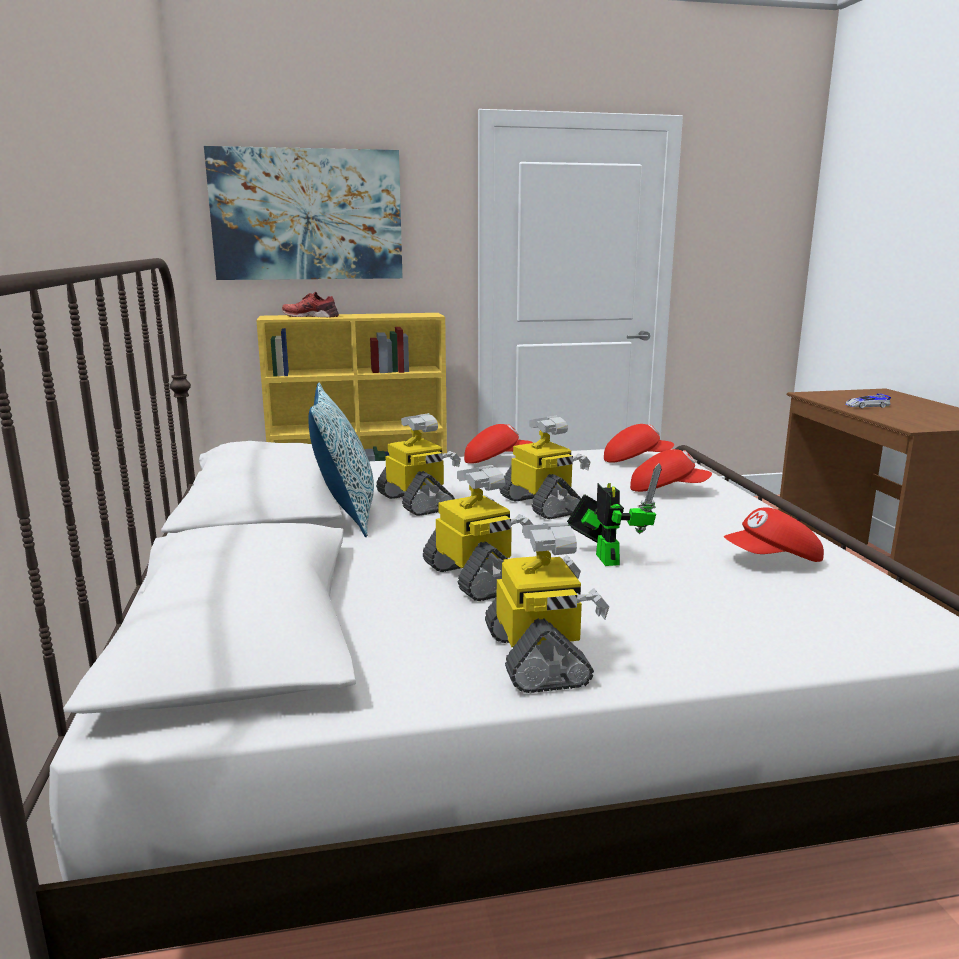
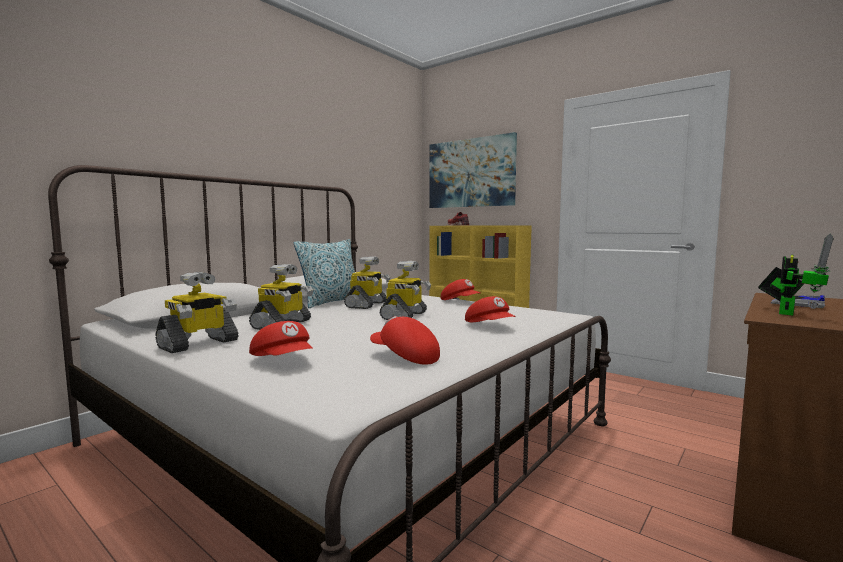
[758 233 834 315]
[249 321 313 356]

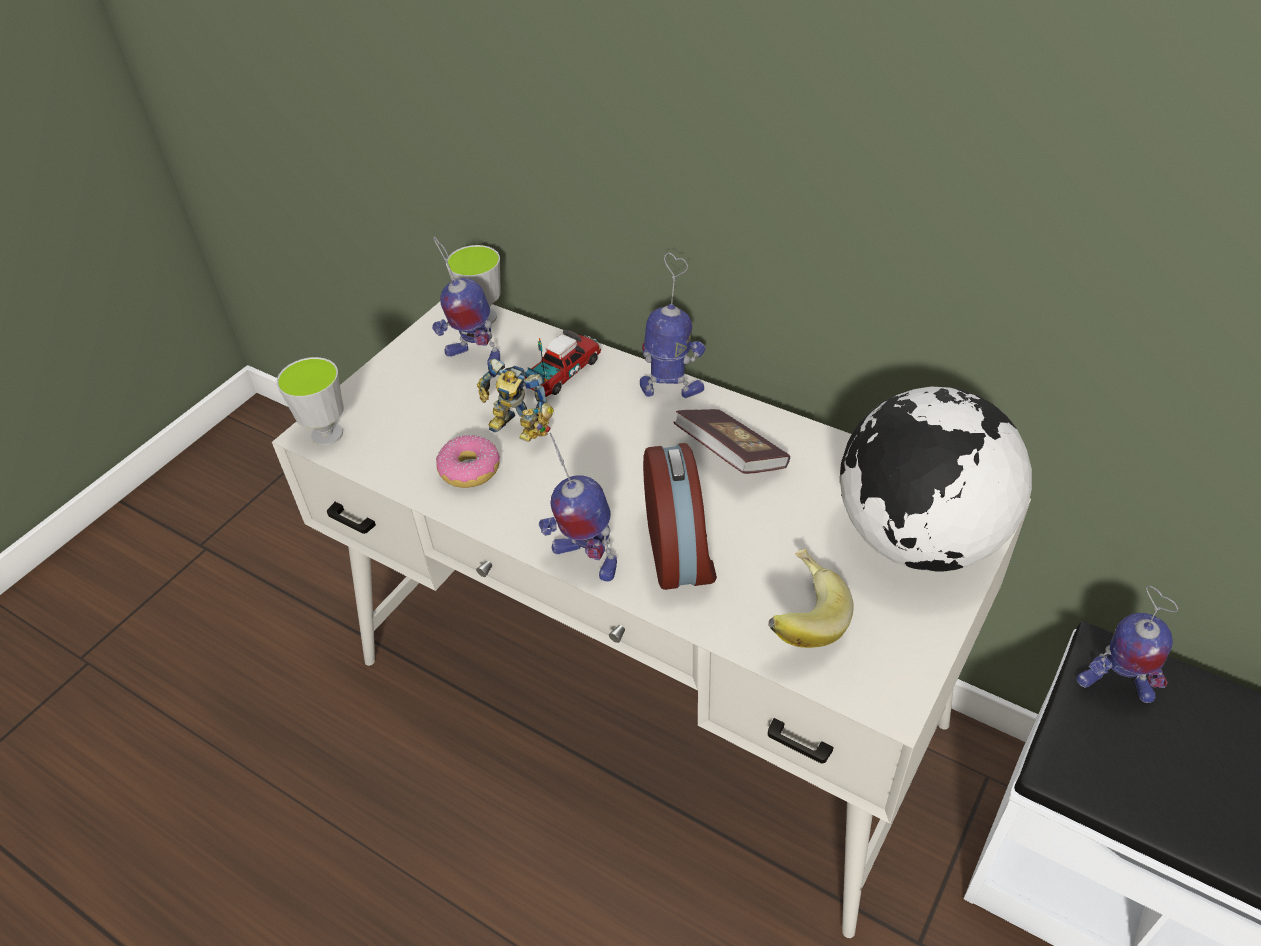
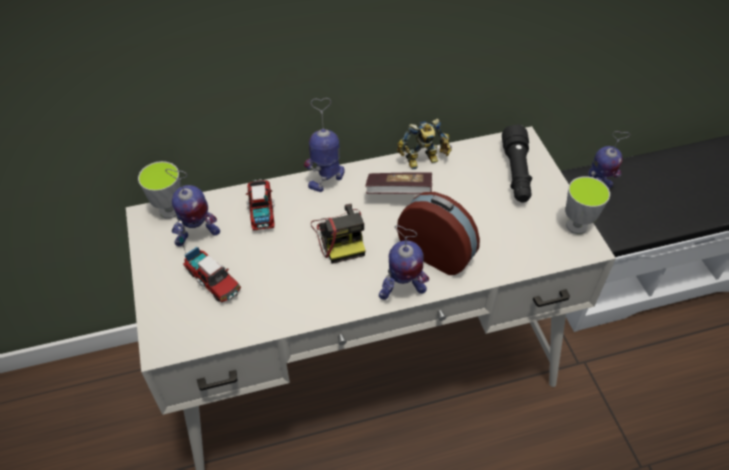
[565 176 610 234]
[436 435 500 488] (first image)
[397 118 452 169]
[768 549 854 648] (first image)
[502 124 532 202]
[179 235 241 303]
[311 204 366 264]

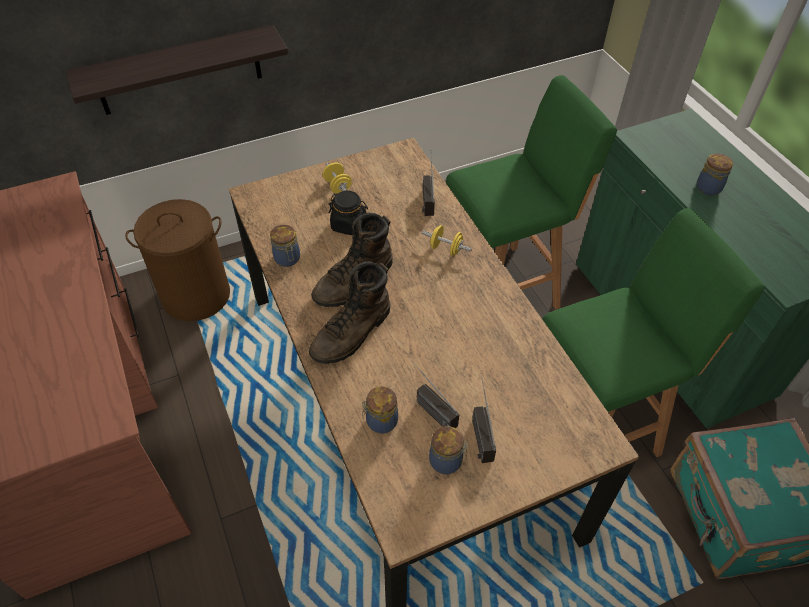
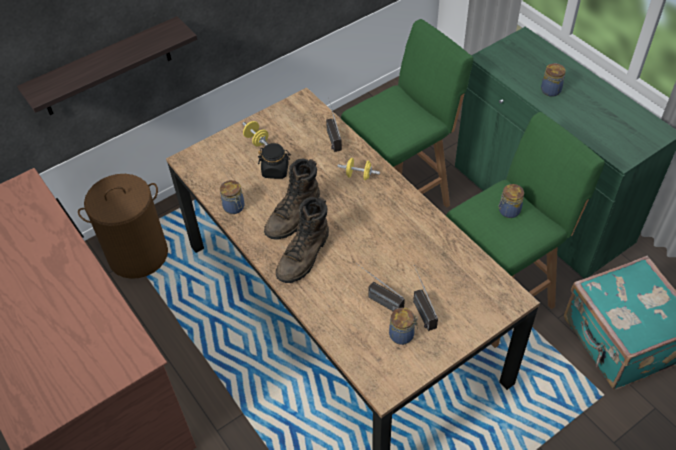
[498 184 524 218]

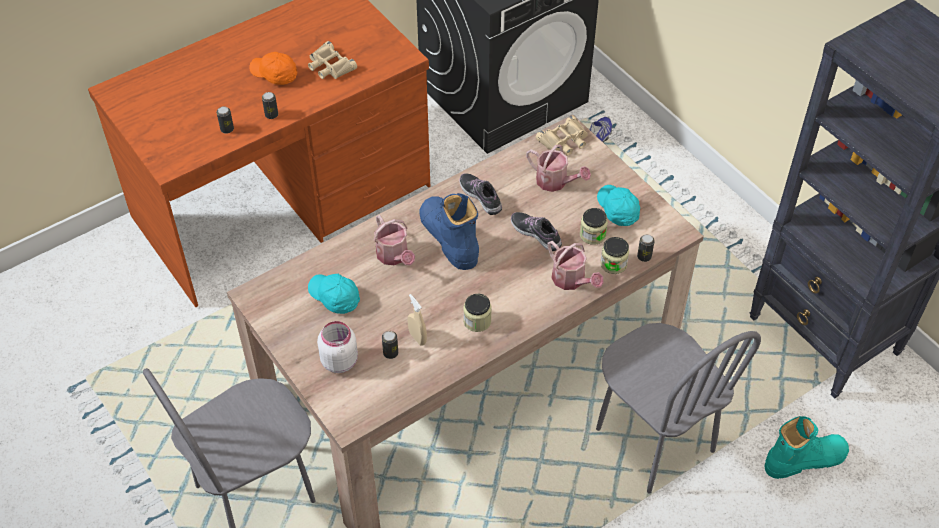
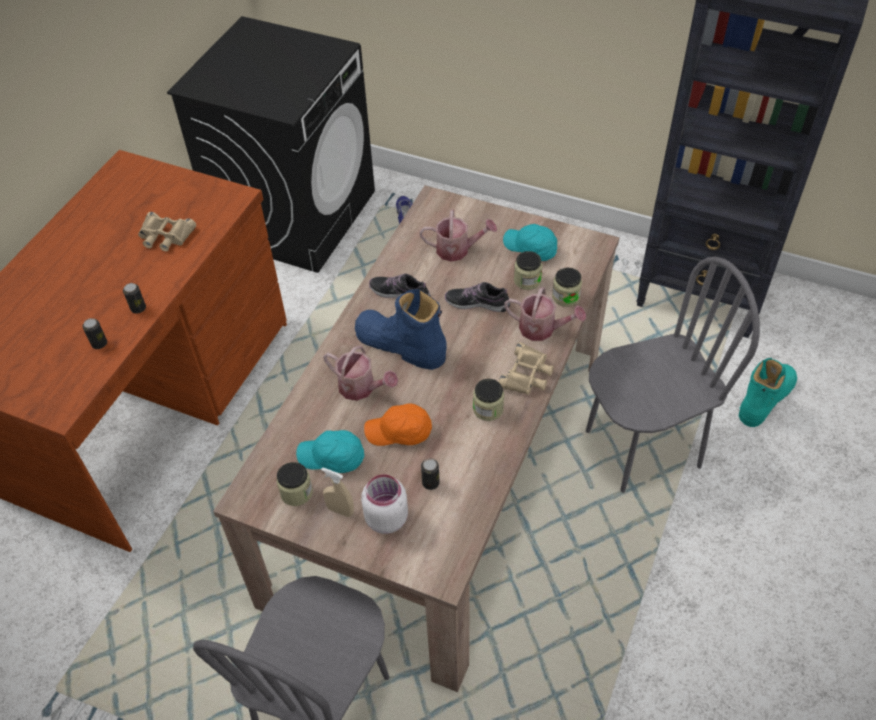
[364 403 432 446]
[321 467 354 517]
[499 342 554 395]
[586 257 760 493]
[637 234 655 262] (first image)
[277 462 313 506]

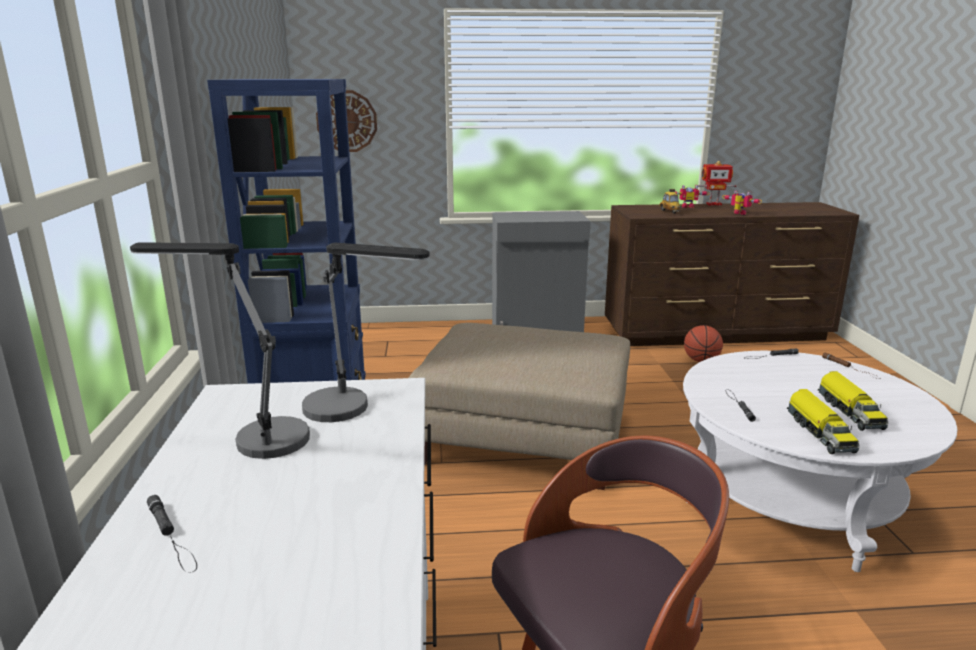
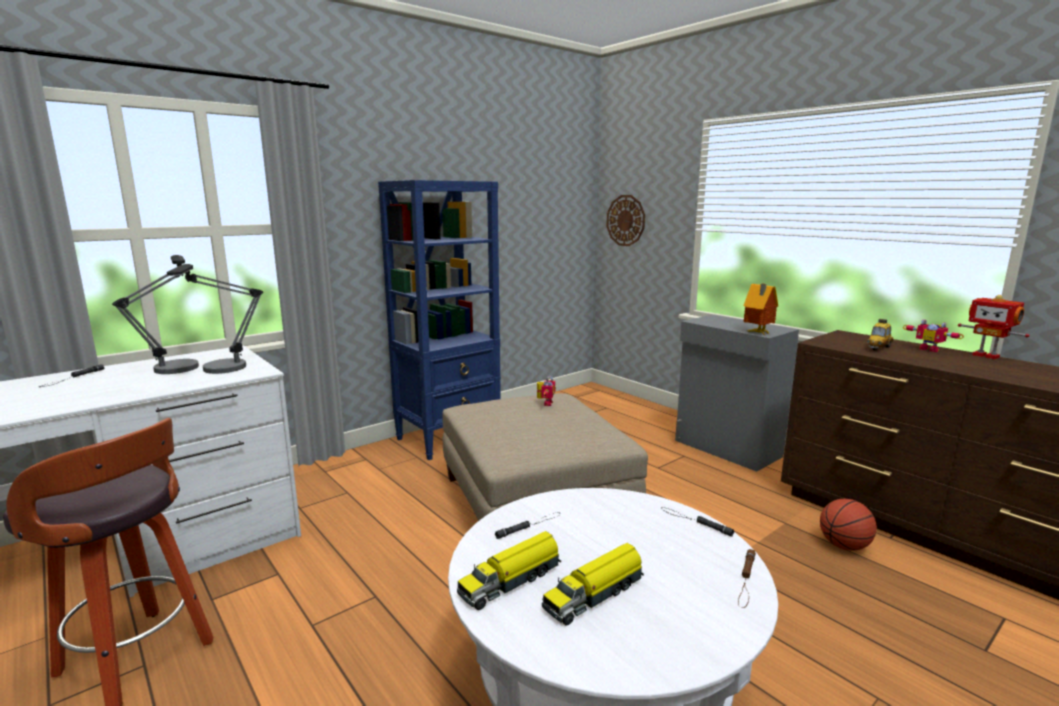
[537 376 556 406]
[743 284 778 335]

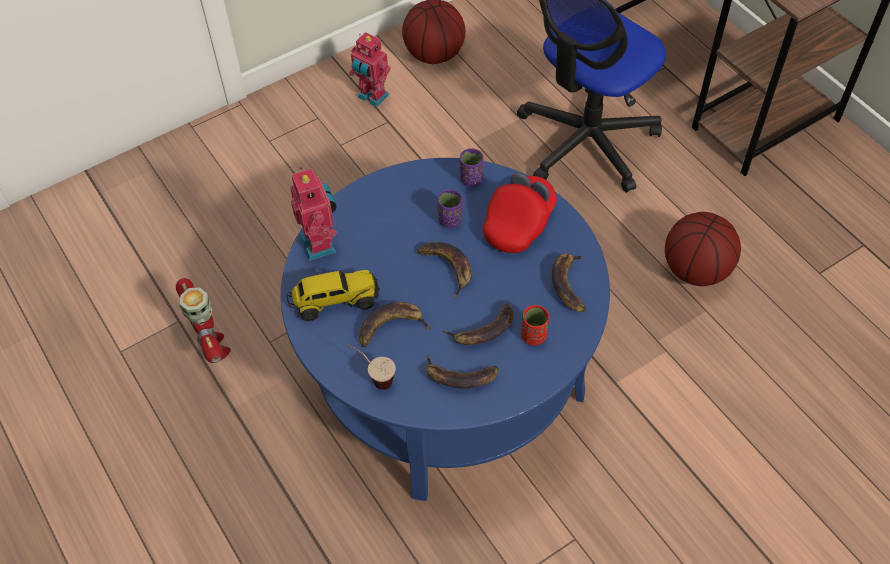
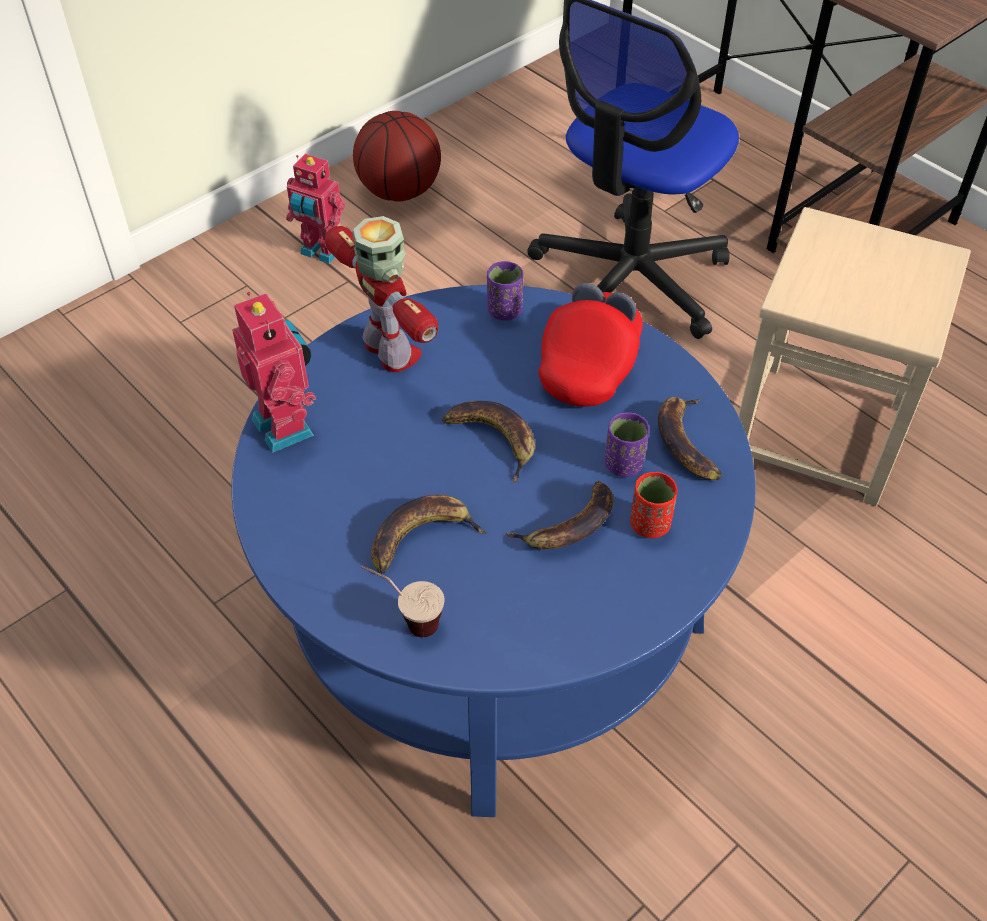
[325 216 438 372]
[286 270 380 321] (first image)
[426 354 498 389] (first image)
[605 412 650 477]
[738 207 971 506]

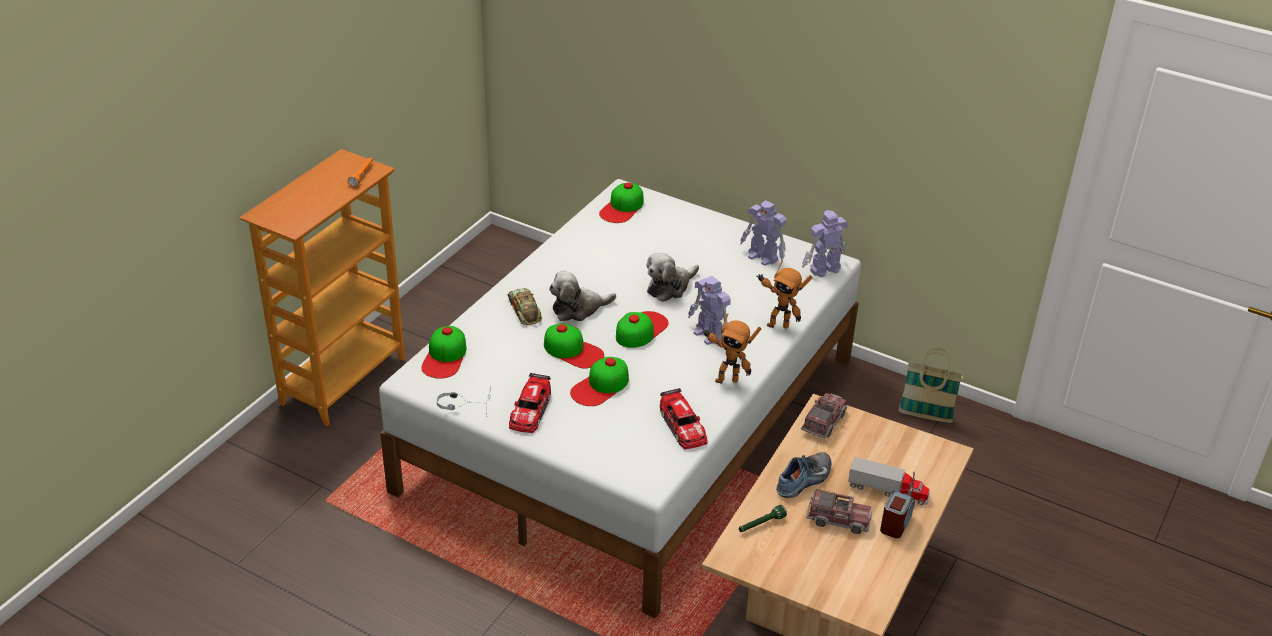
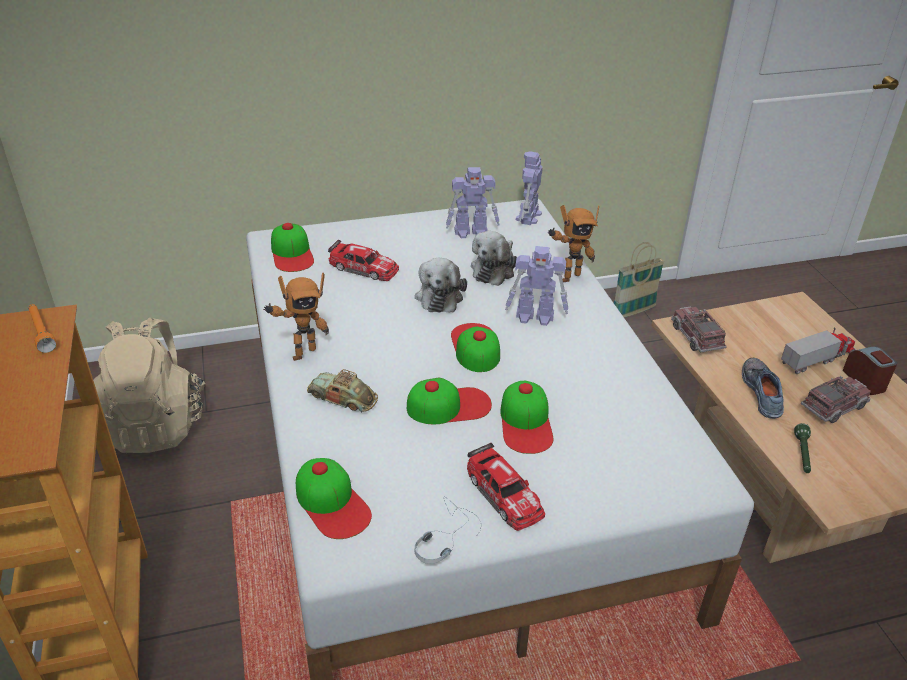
[471 231 517 286]
[328 239 399 281]
[263 273 329 361]
[93 318 205 453]

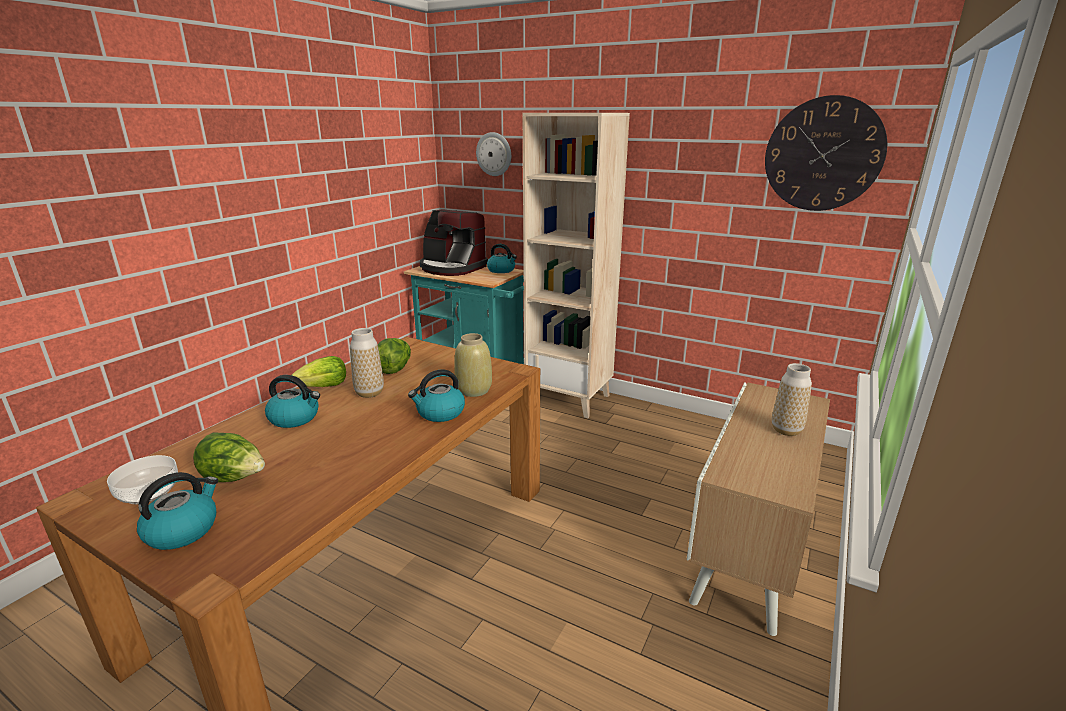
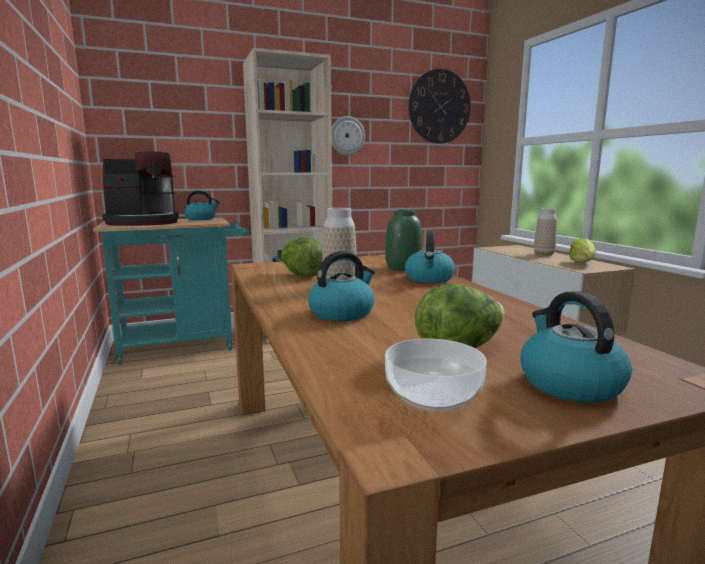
[569 238 596 263]
[385 210 422 271]
[332 116 365 155]

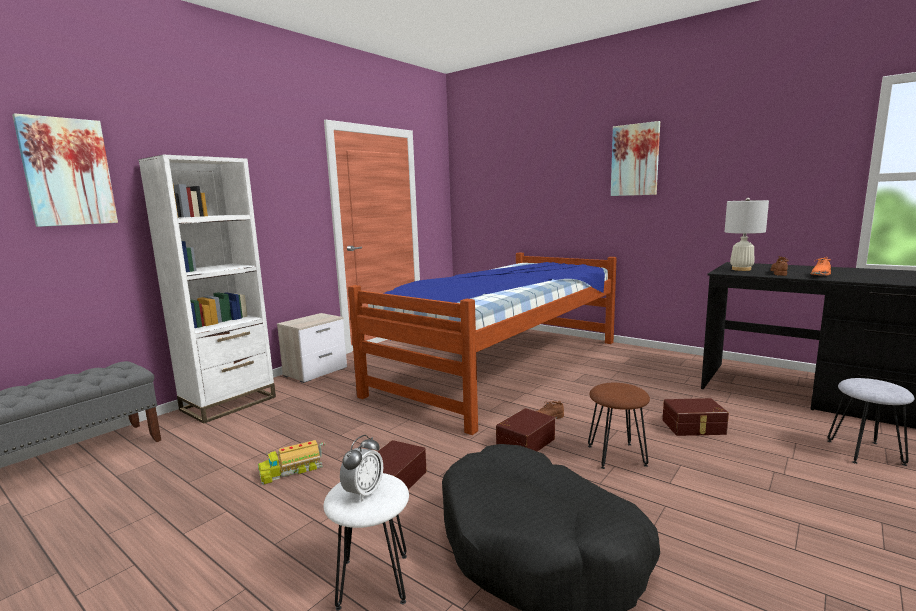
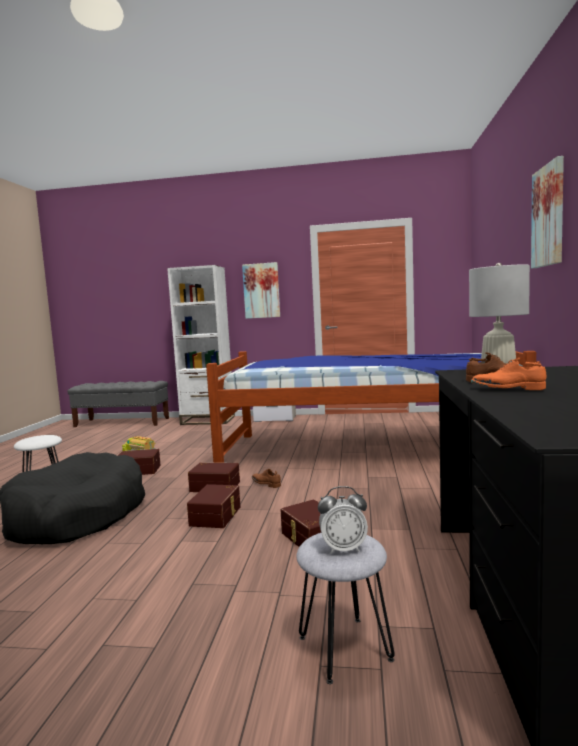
[242 262 280 319]
[318 486 368 554]
[187 484 240 528]

